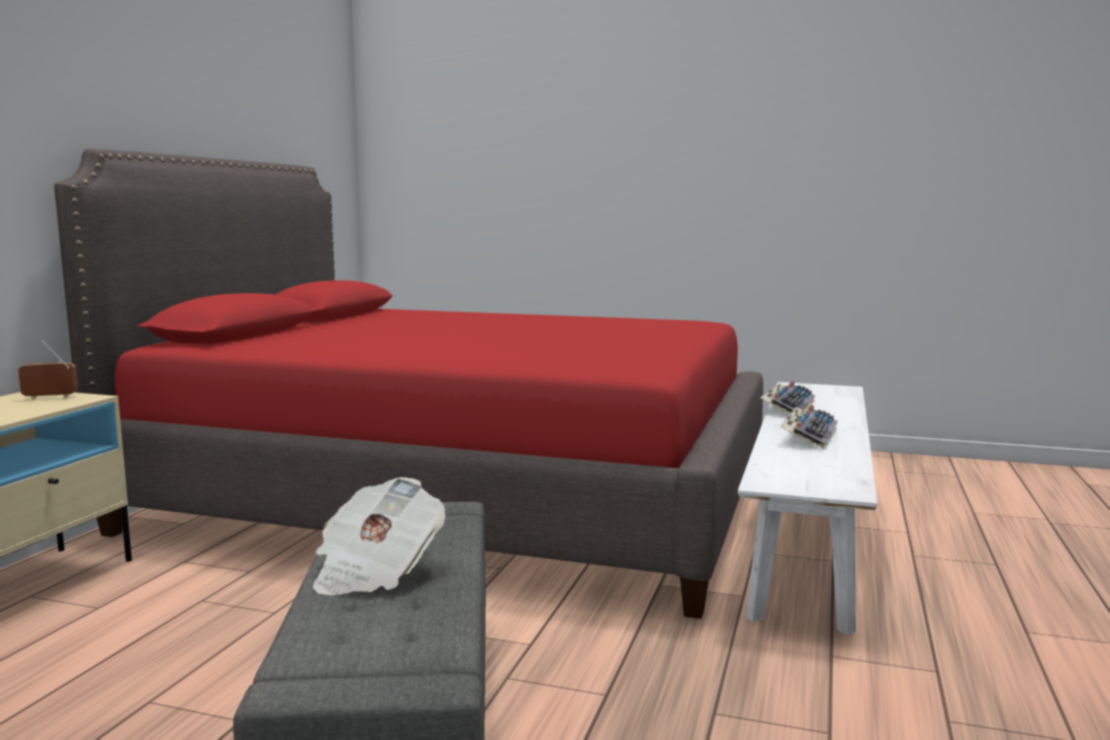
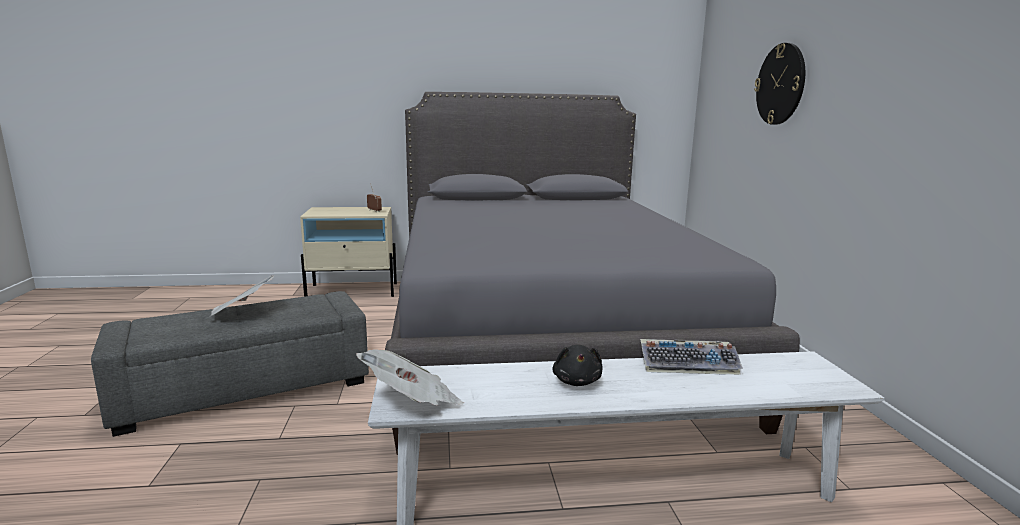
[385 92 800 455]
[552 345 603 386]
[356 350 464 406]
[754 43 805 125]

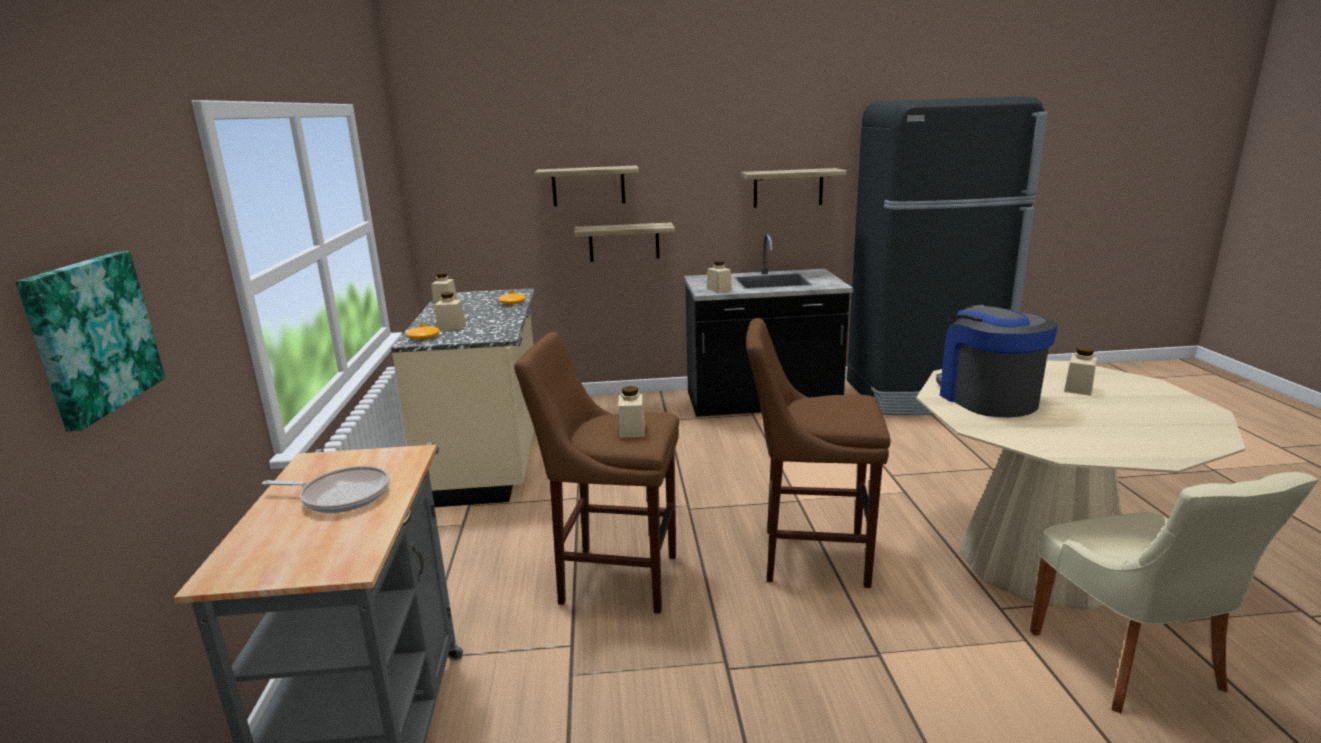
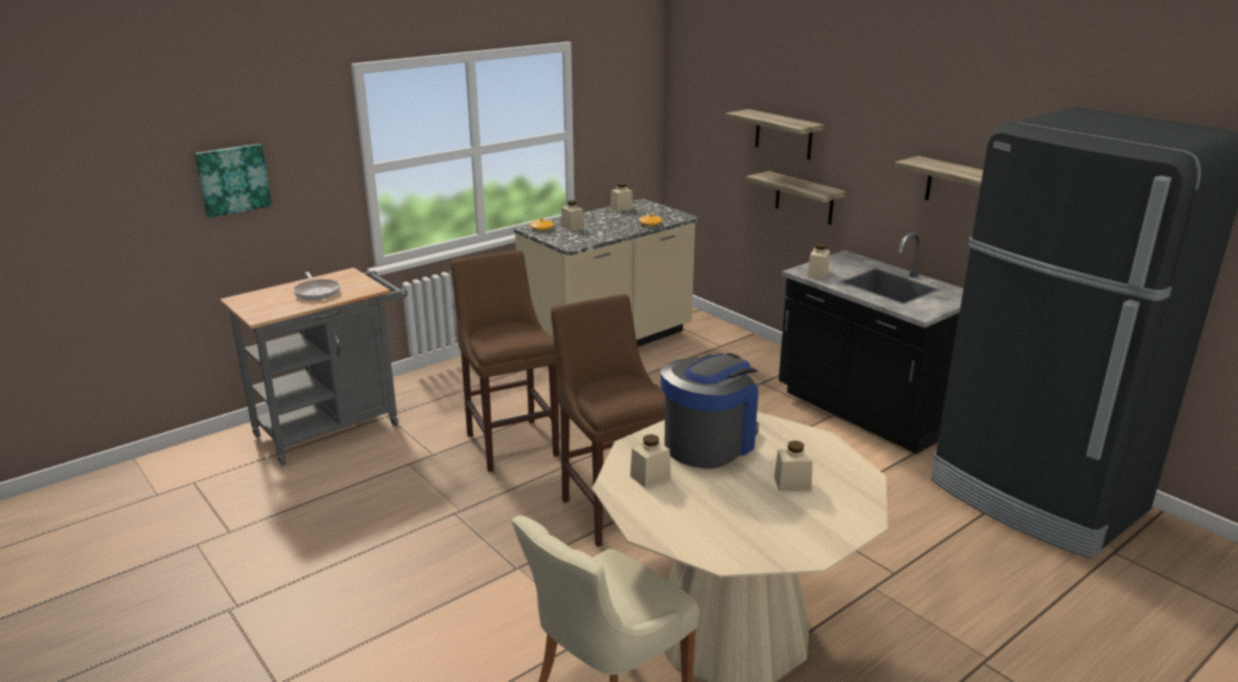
[630 434 671 488]

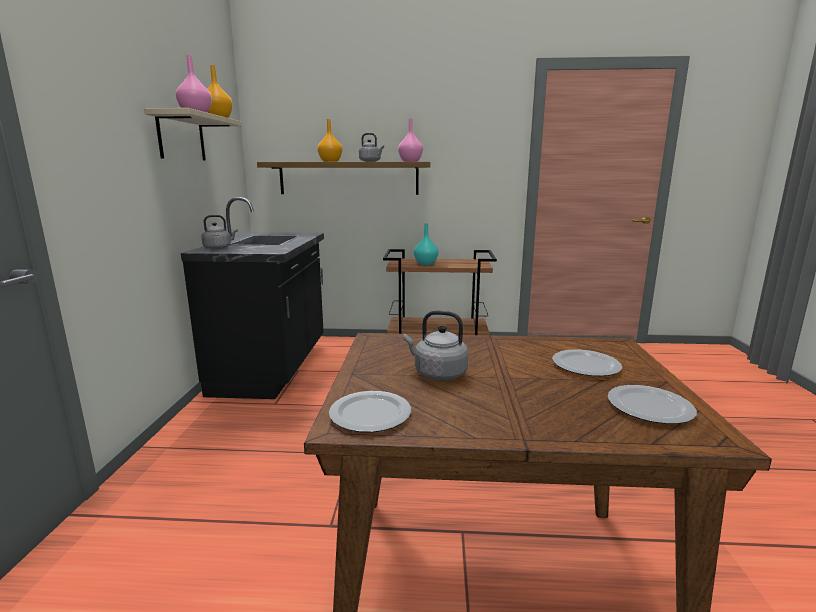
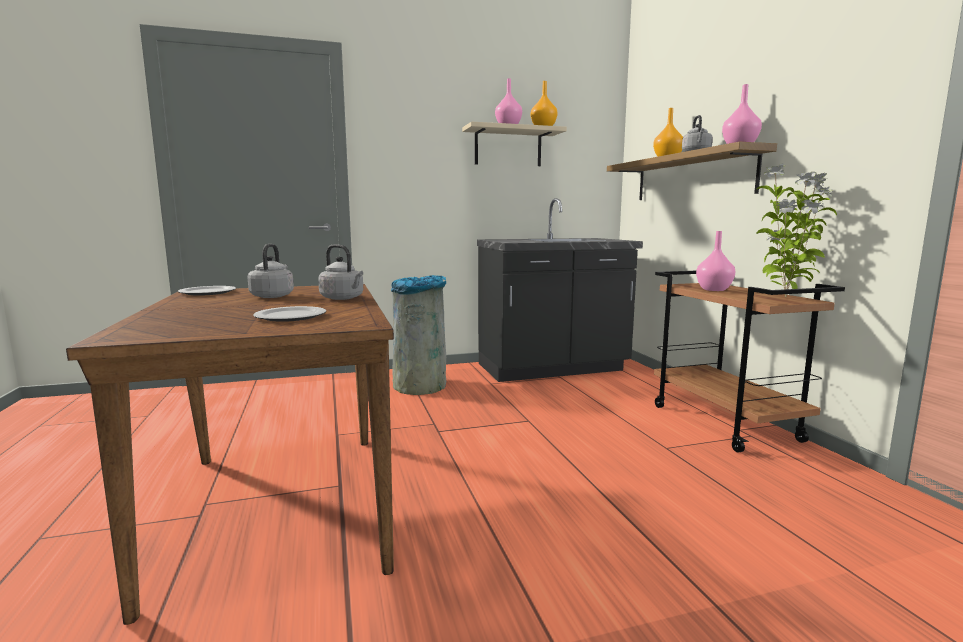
[318 244 363 300]
[696 231 735 291]
[608 385 697 424] (first image)
[391 275 446 395]
[756 164 837 297]

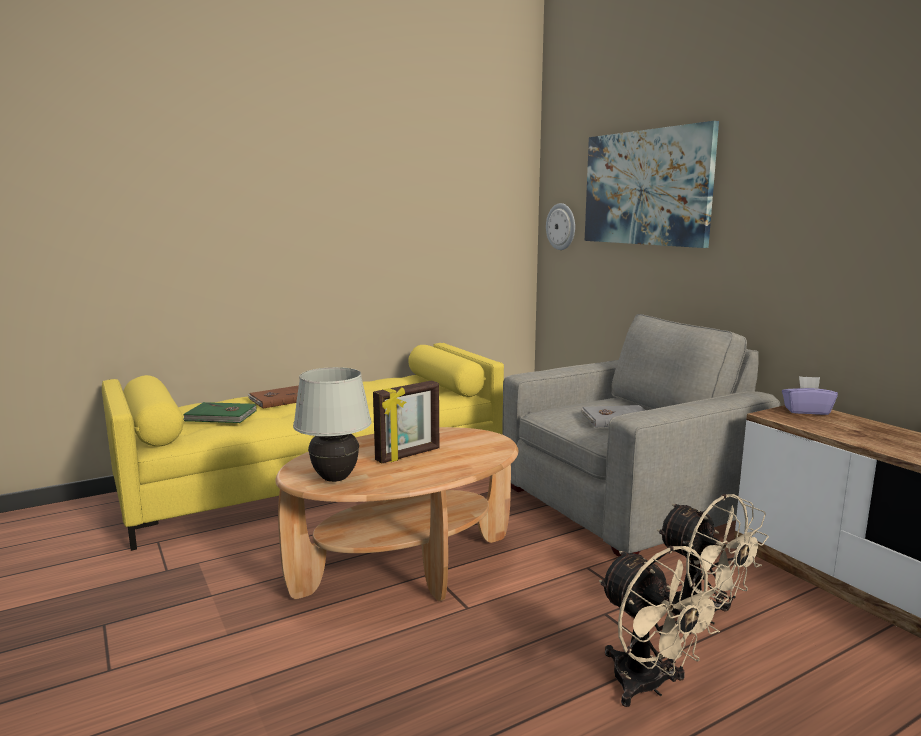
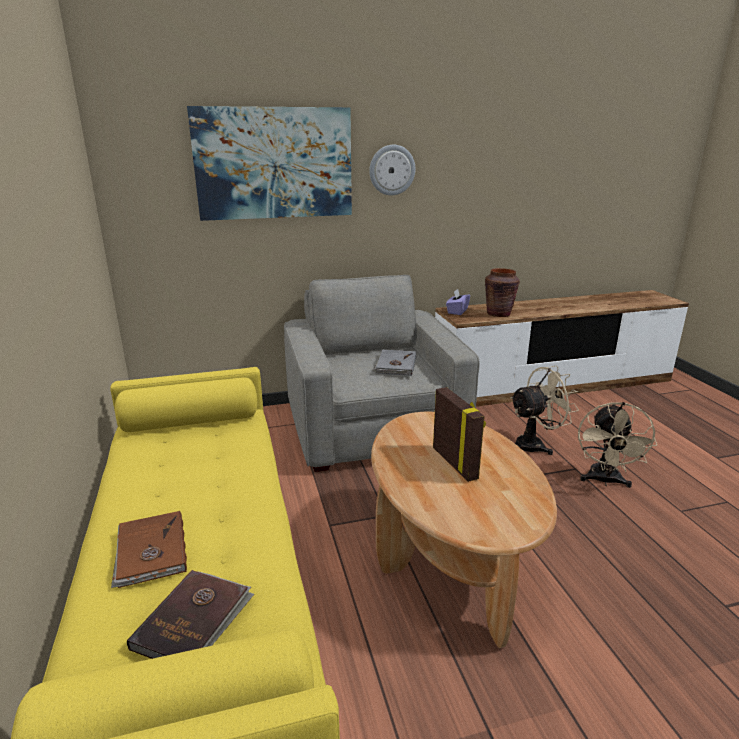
[127 570 254 659]
[293 367 372 482] (first image)
[369 145 415 195]
[578 402 657 488]
[485 268 520 317]

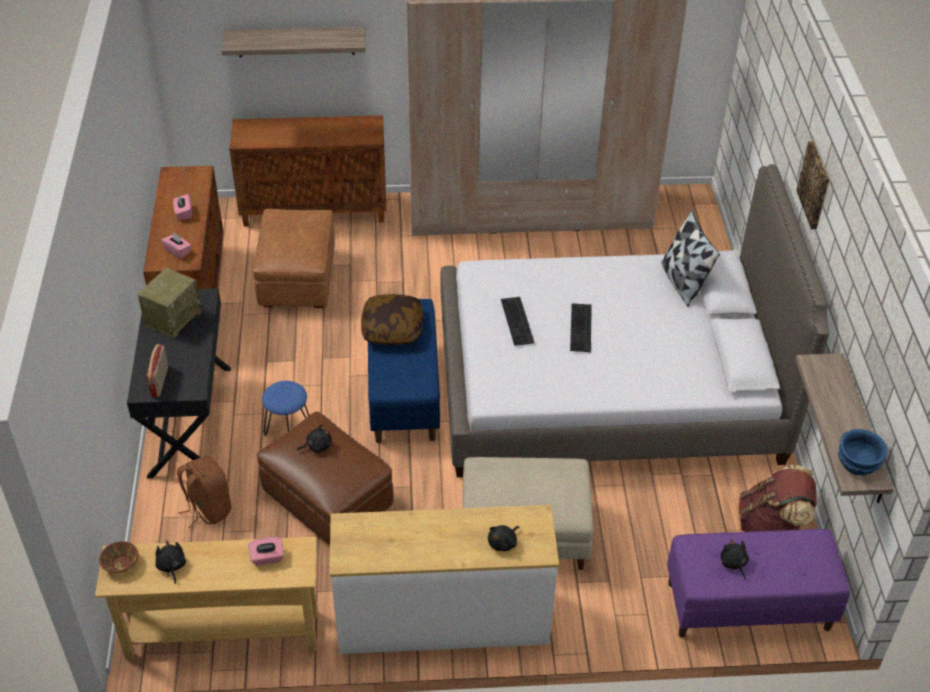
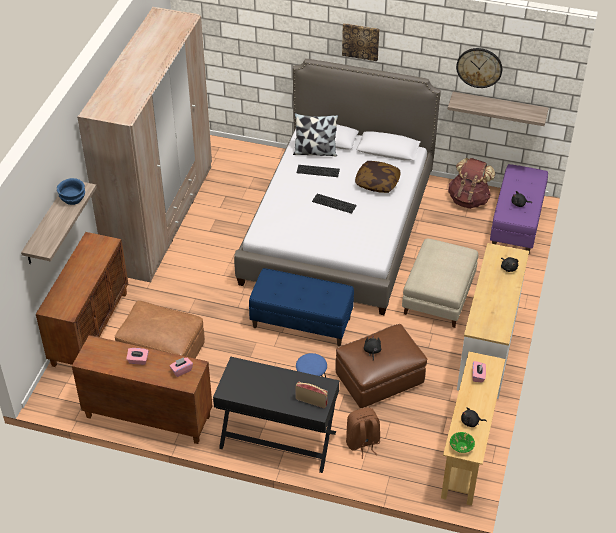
[450 432 475 453]
[137 268 204 338] (first image)
[355 161 401 193]
[296 165 340 177]
[57 178 85 205]
[456 48 502 88]

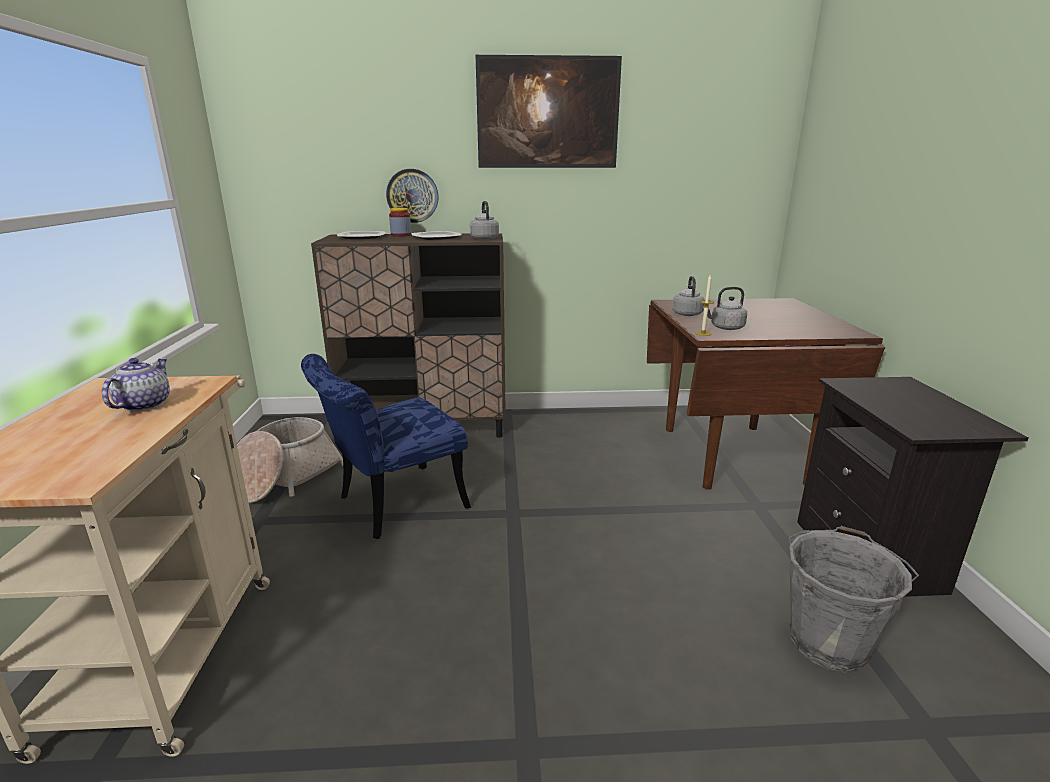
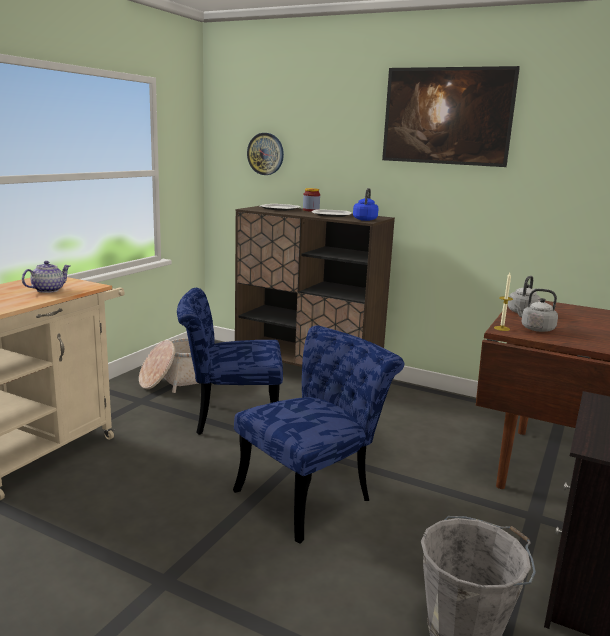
[247 133 284 175]
[353 188 378 221]
[233 325 404 544]

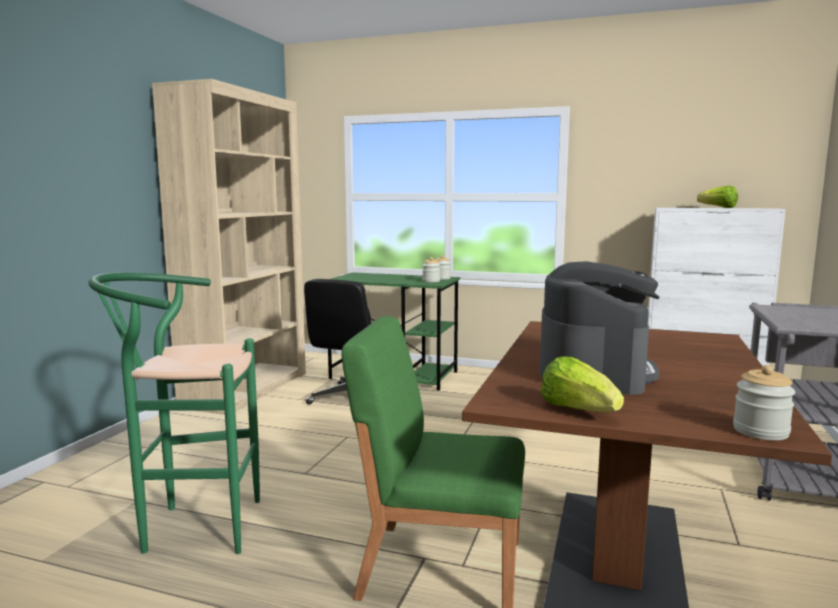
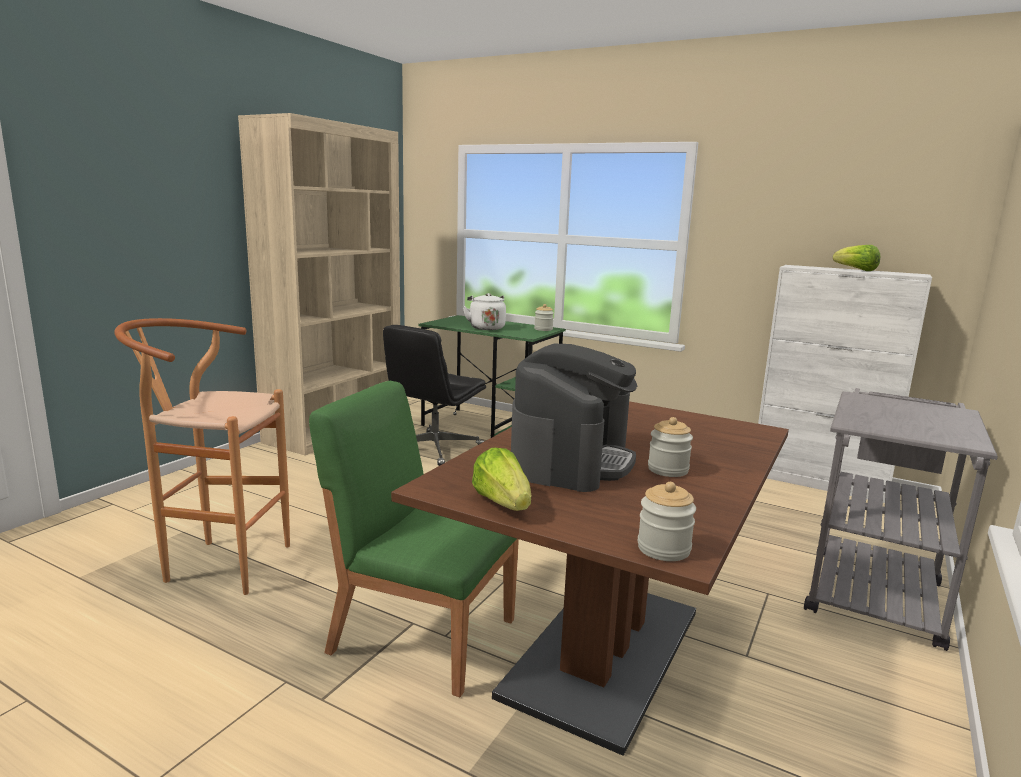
[114 318 290 595]
[648 417 693 477]
[463 293 506 330]

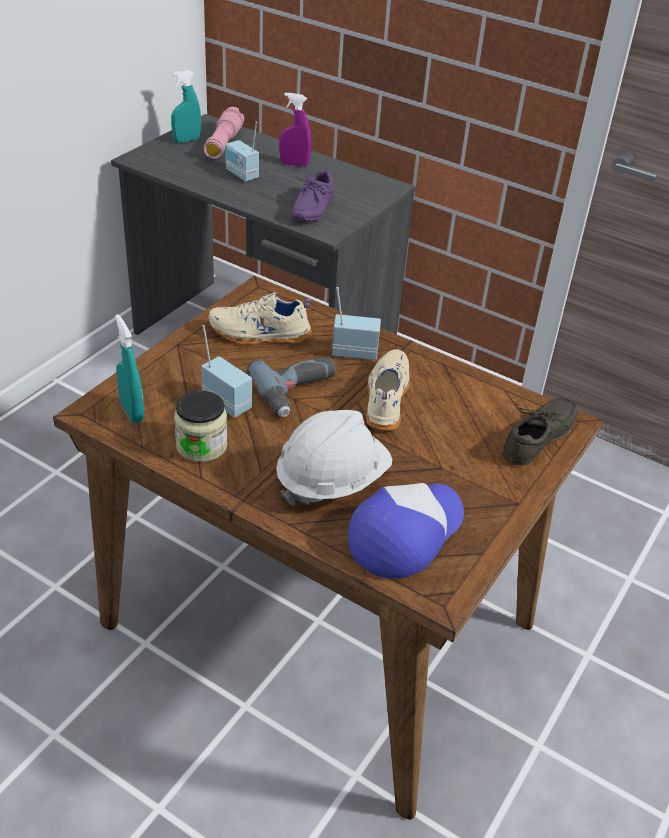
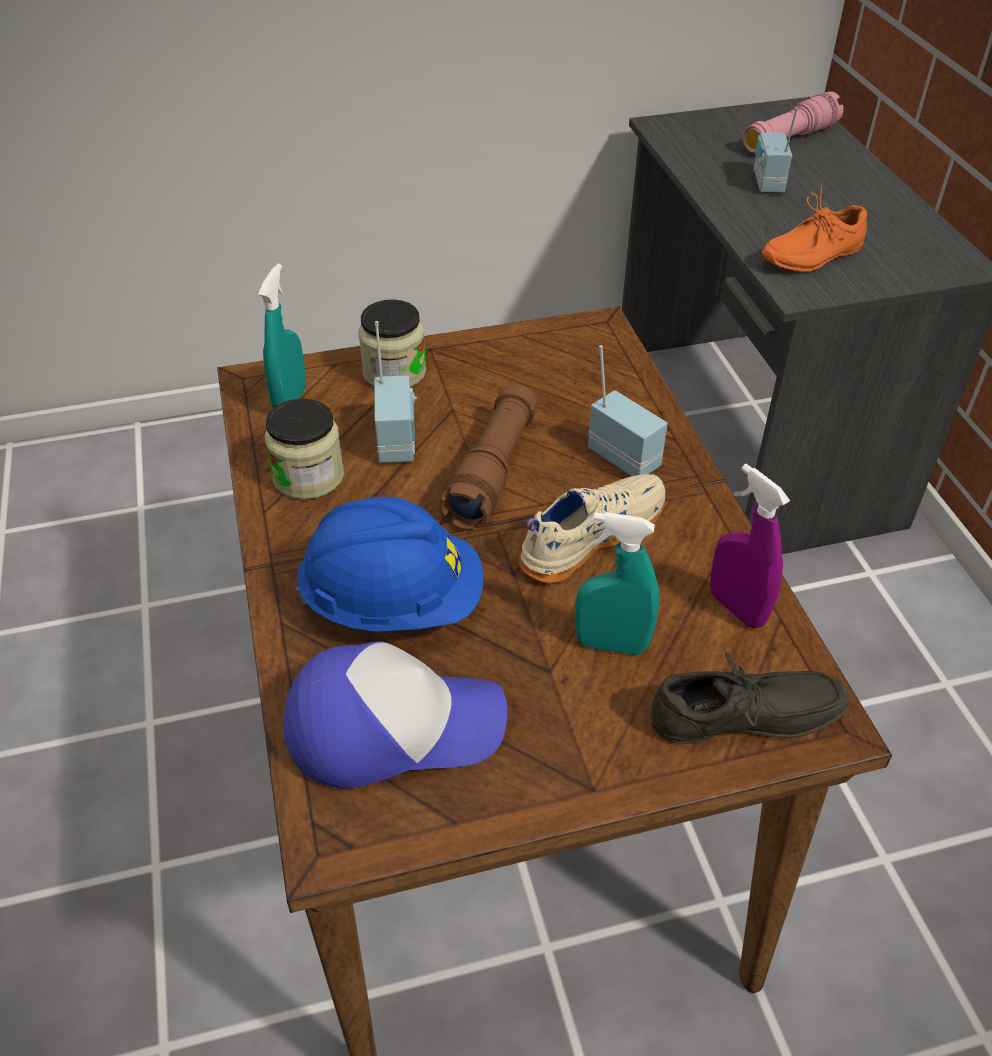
[575 512 659 655]
[208 292 312 345] (first image)
[438 384 537 532]
[296 497 484 632]
[710 464 790 628]
[762 184 867 272]
[358 299 426 387]

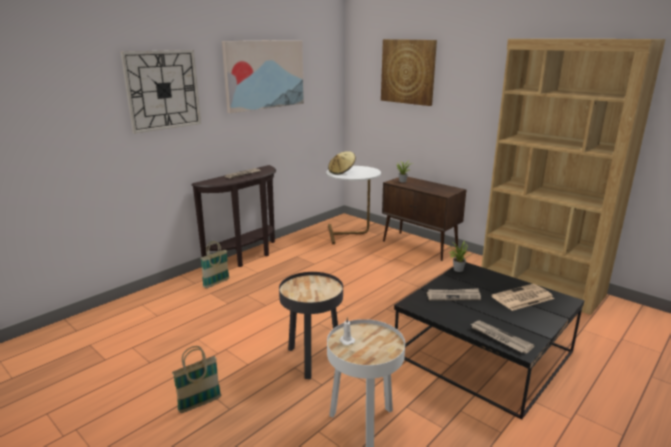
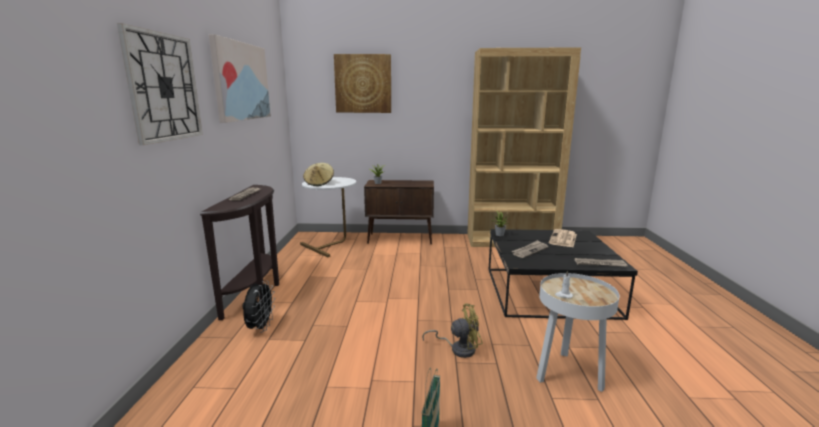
[243 281 275 332]
[422 303 483 358]

